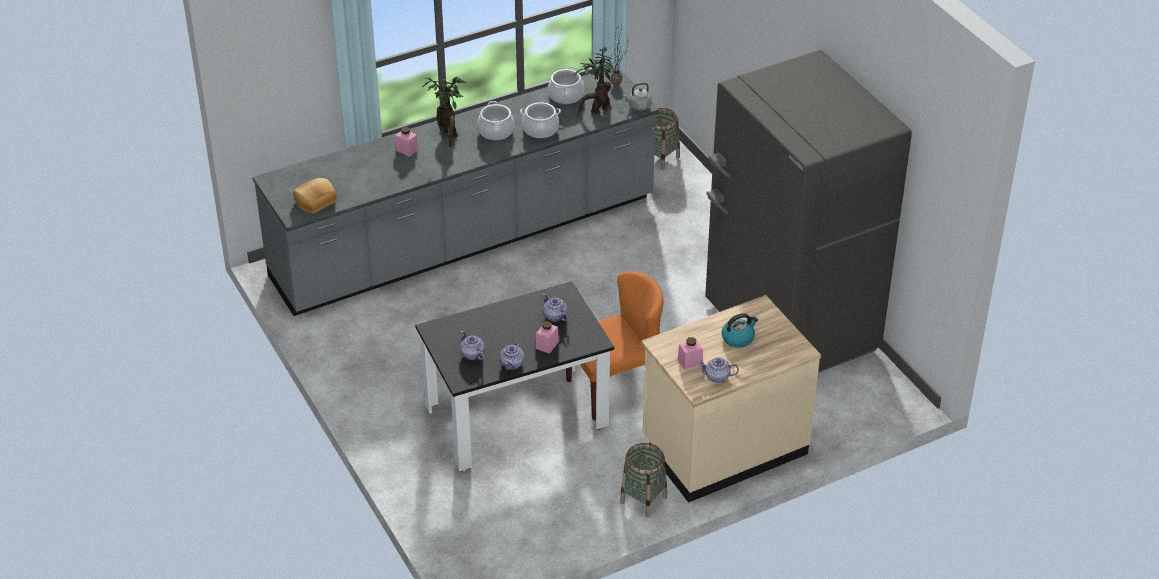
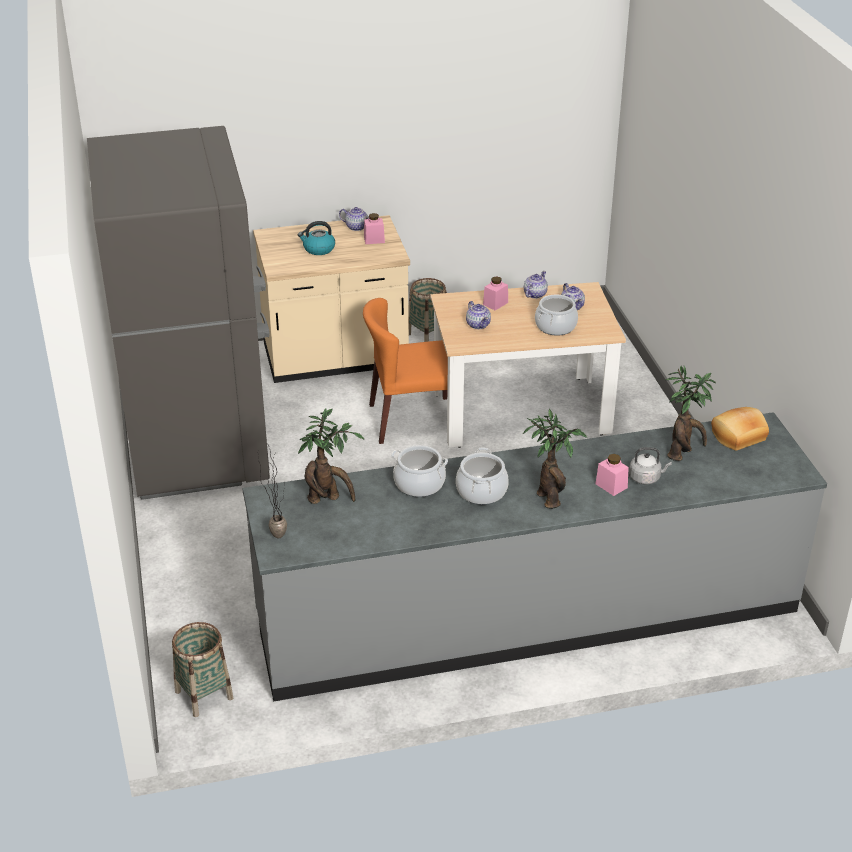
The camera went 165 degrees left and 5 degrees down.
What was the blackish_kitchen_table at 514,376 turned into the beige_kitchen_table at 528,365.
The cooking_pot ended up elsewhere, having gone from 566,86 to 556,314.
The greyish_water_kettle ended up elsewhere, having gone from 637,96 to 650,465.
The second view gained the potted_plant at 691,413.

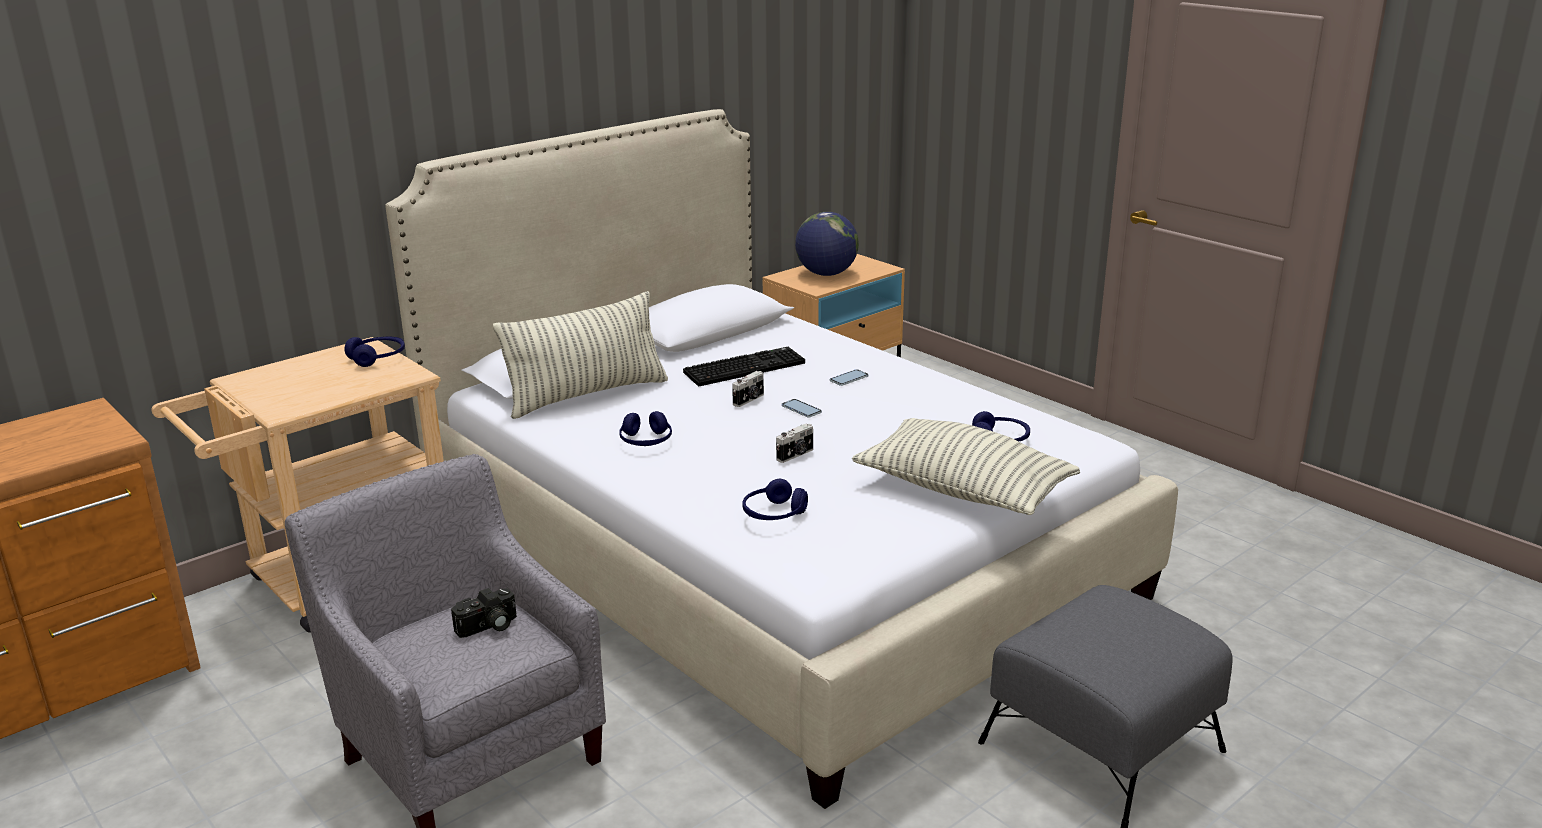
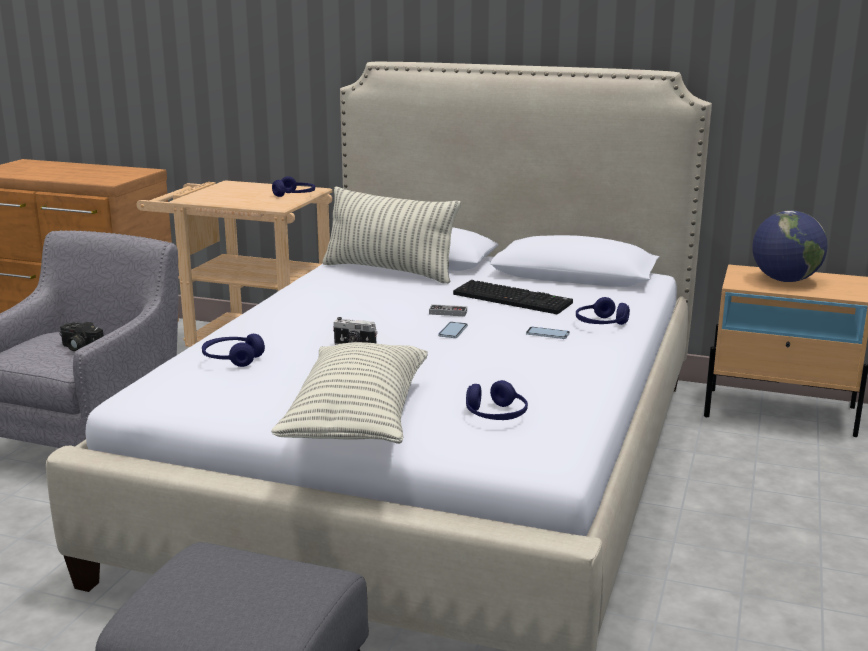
The camera went 60 degrees right and 5 degrees down.
Where the still_camera stood at 748,389, the gamepad came to stand at 448,310.
The blue_headset ended up elsewhere, having gone from 645,428 to 603,311.

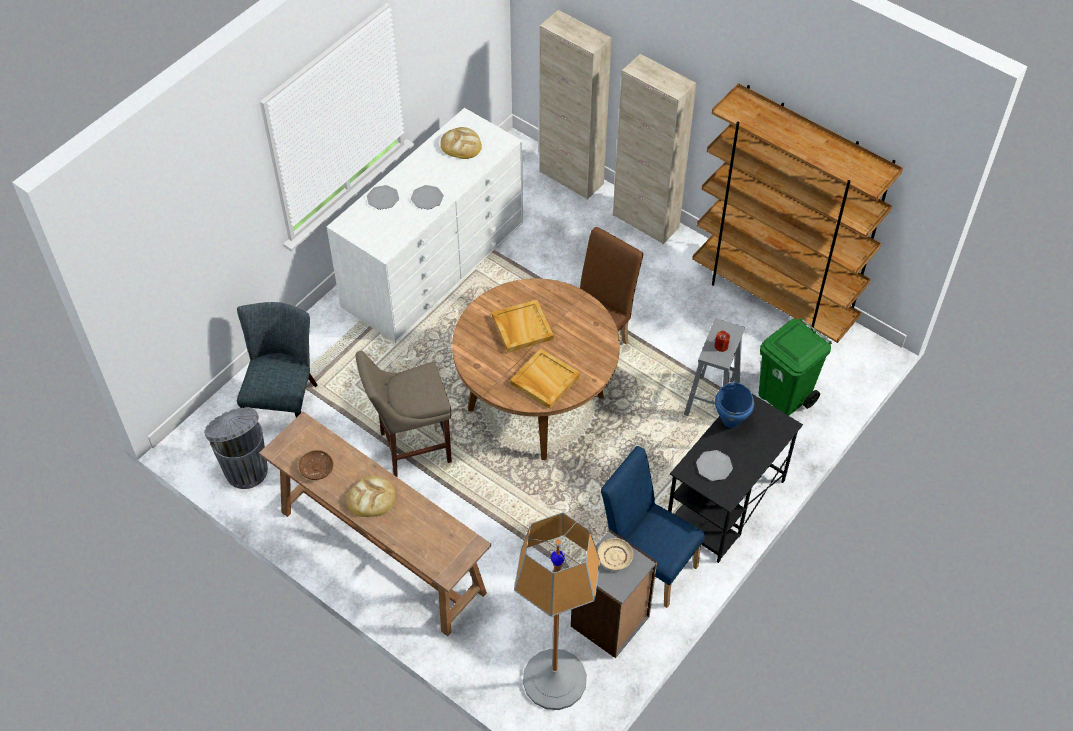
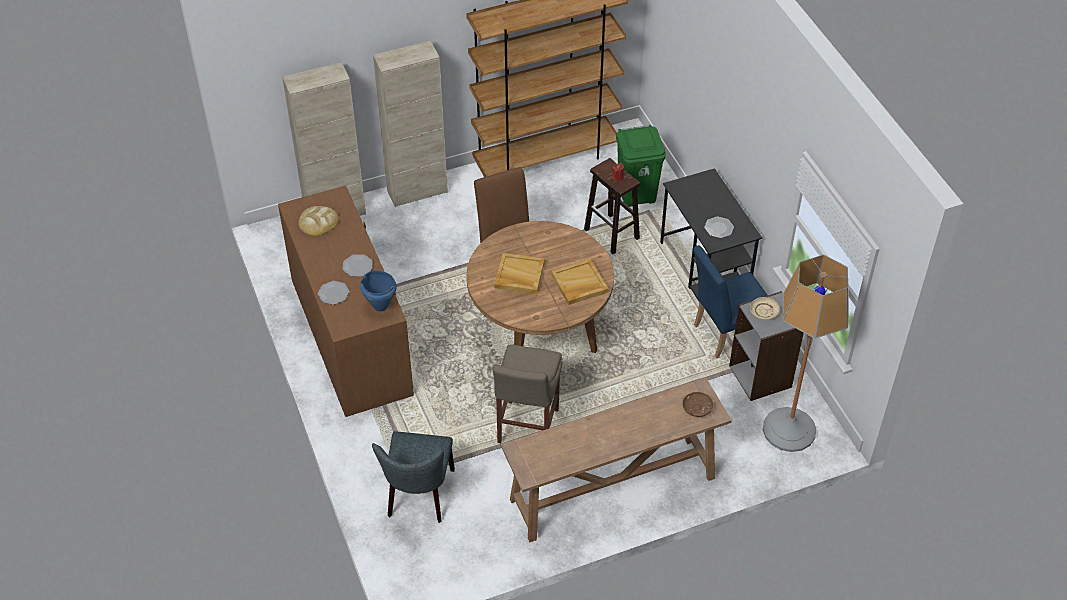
The camera went 60 degrees left and 5 degrees down.
What was the white_drawer_chest at 425,225 turned into the brownish_drawer_chest at 346,301.
The blue_cooking_pot ended up elsewhere, having gone from 734,405 to 378,291.
The greyish_chair at 277,360 ended up facing another way, 120 degrees counterclockwise from before.
What was the greyish_stool at 714,367 turned into the brownish_stool at 612,206.
The brownish_plate ended up elsewhere, having gone from 316,465 to 697,404.
The second view lost the greyish_rubbish_bin at 236,448.
The second view lost the baked_bread at 371,496.

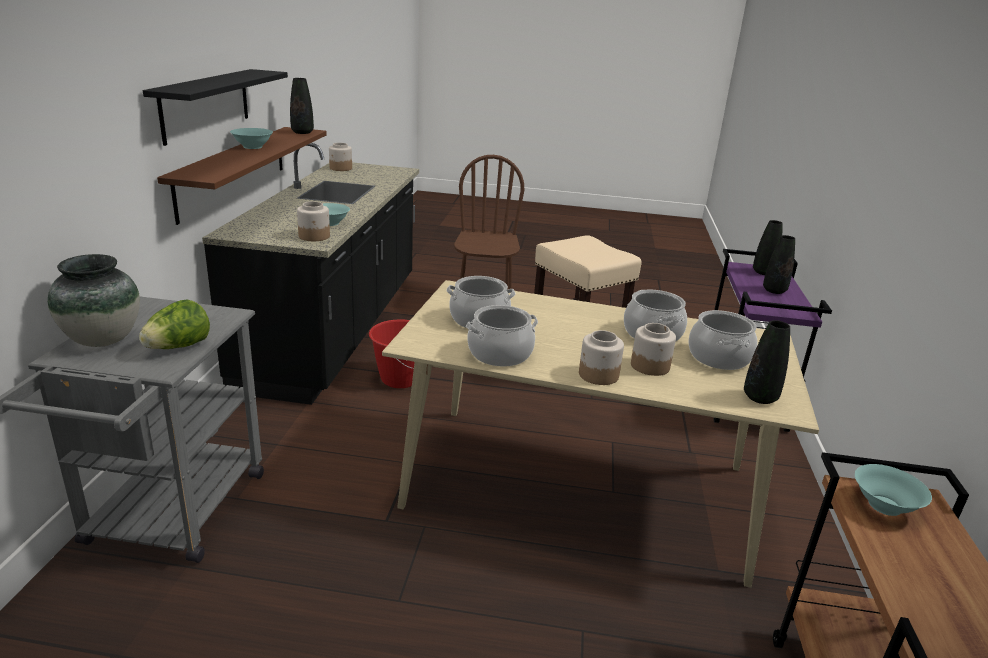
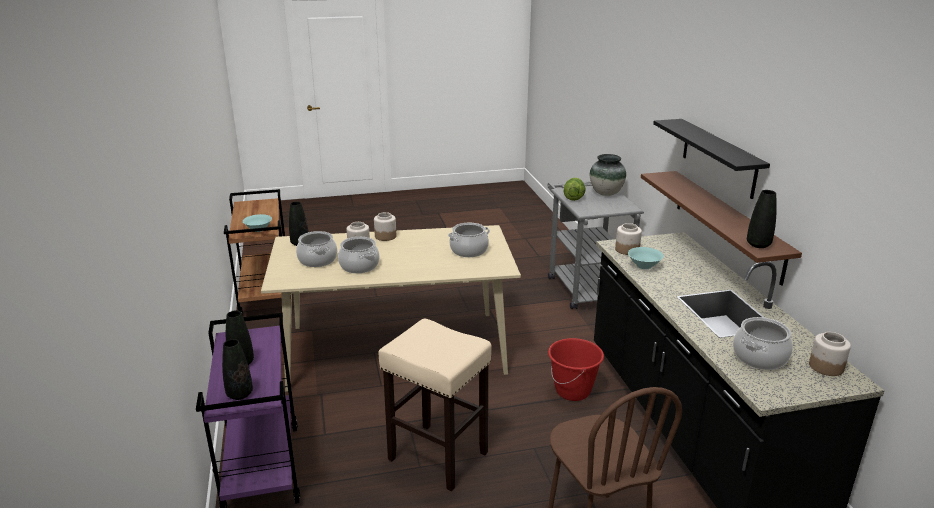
The camera went 160 degrees right and 0 degrees up.
The cooking_pot ended up elsewhere, having gone from 502,335 to 763,343.
The second view lost the turquoise_serving_bowl at 251,138.

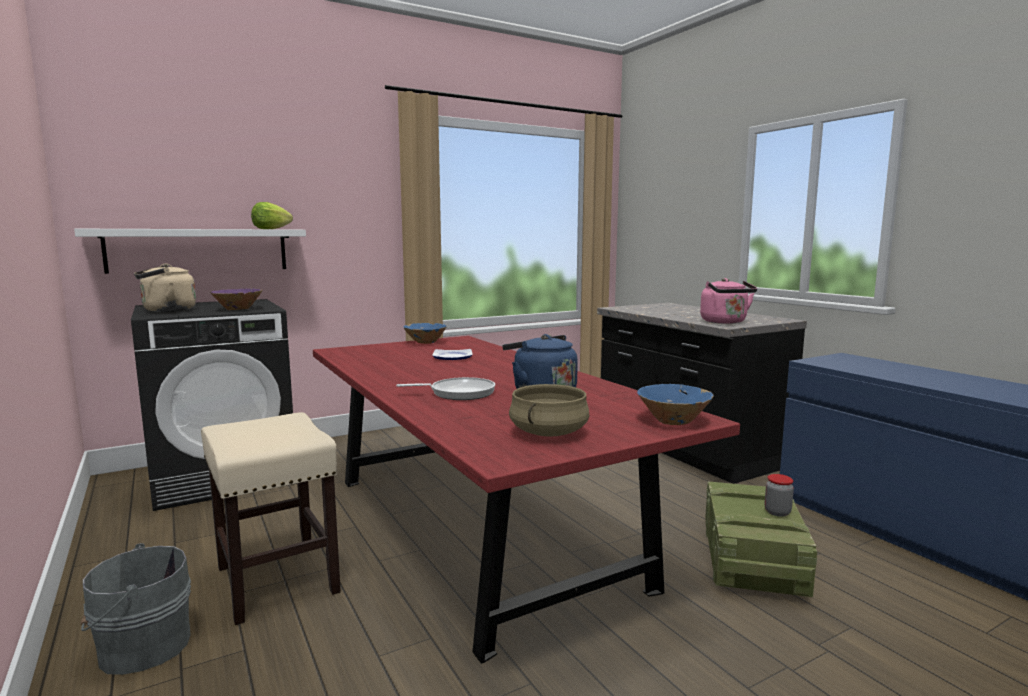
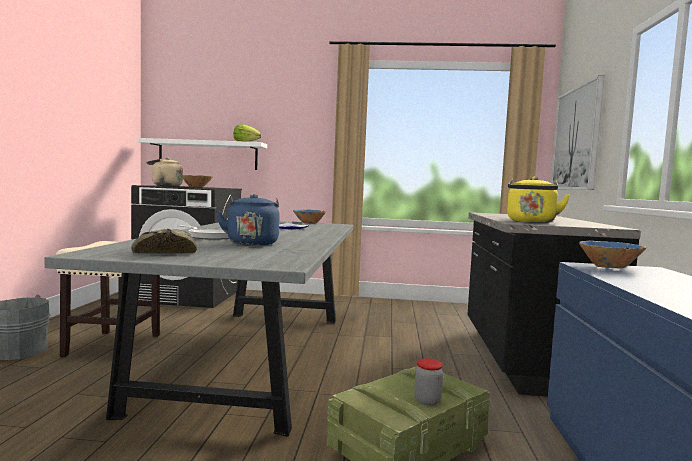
The camera went 35 degrees right and 5 degrees down.
What was the red-coloured_kitchen_table at 526,500 turned into the greyish_kitchen_table at 198,328.
Where the beige_cooking_pot stood at 549,410, the baked_bread came to stand at 164,241.
What was the pinkish_water_kettle at 728,301 turned into the yellowish_water_kettle at 538,200.
The second view gained the picture at 578,132.
The blue_serving_bowl ended up elsewhere, having gone from 675,404 to 613,255.

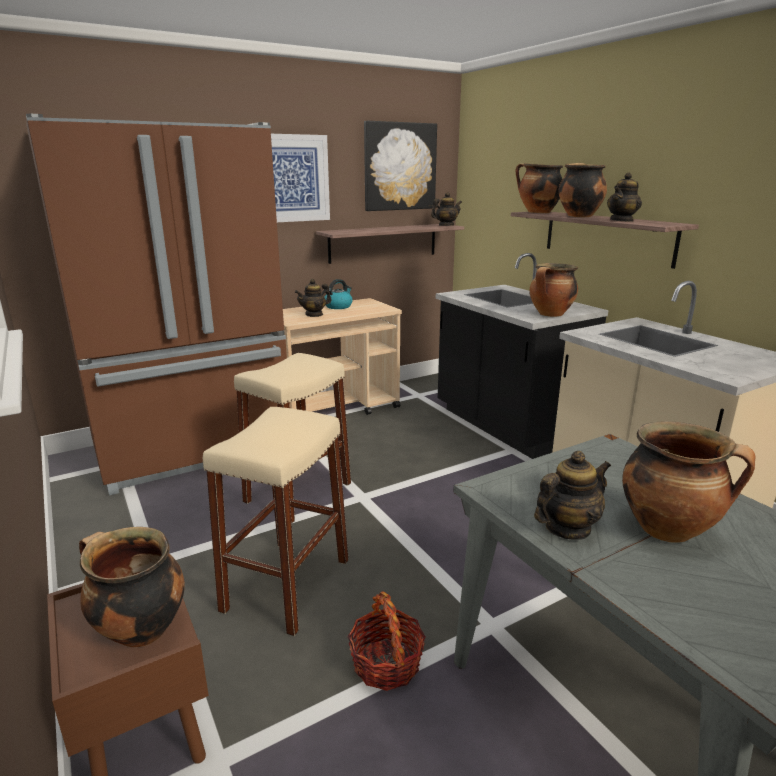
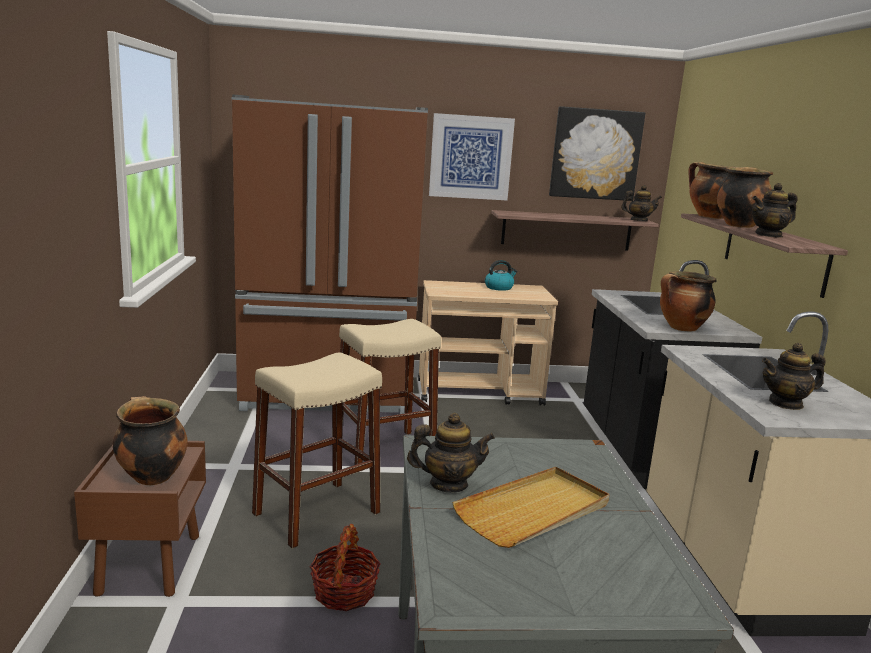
The camera went 25 degrees right and 5 degrees down.
Where the cooking_pot stood at 688,482, the beige_carrying_tray came to stand at 531,507.
The tea_pot ended up elsewhere, having gone from 313,298 to 794,376.

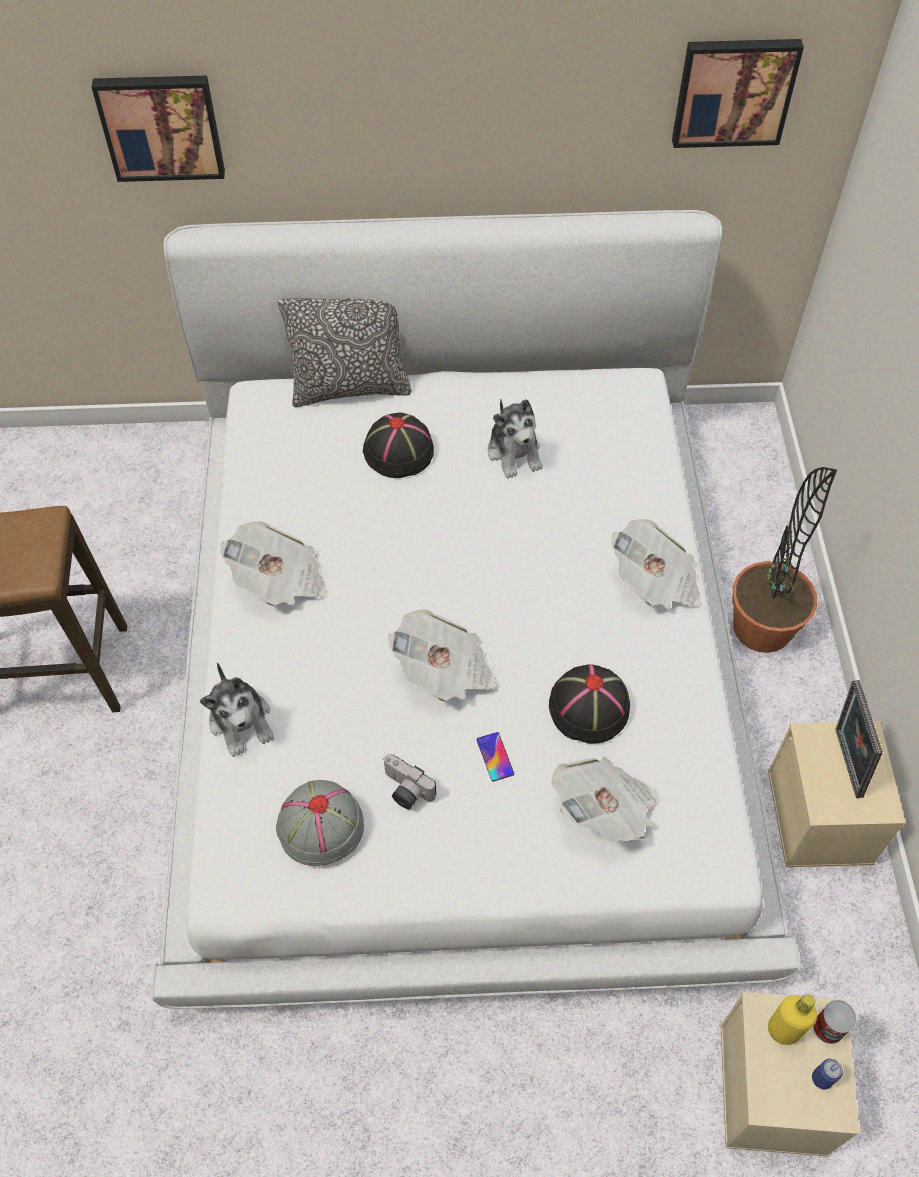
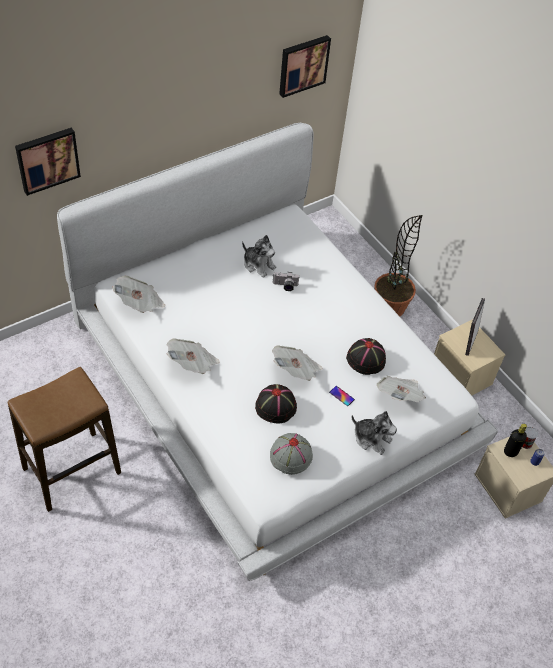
The camera went 35 degrees left and 5 degrees down.
The printed_paper ended up elsewhere, having gone from 657,564 to 138,294.
The blackish_clothing_hat ended up elsewhere, having gone from 398,445 to 276,404.
The still_camera ended up elsewhere, having gone from 409,781 to 286,281.
The soft_toy ended up elsewhere, having gone from 237,709 to 374,433.
The standing_frame at 859,739 ended up facing another way, 60 degrees clockwise from before.
What was the yellowish_bottle at 792,1019 turned into the blackish_bottle at 515,440.
The second view lost the pillow at 345,352.

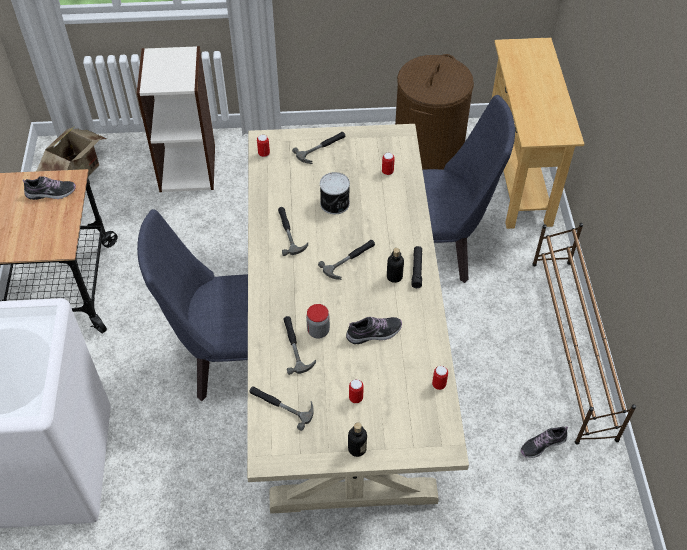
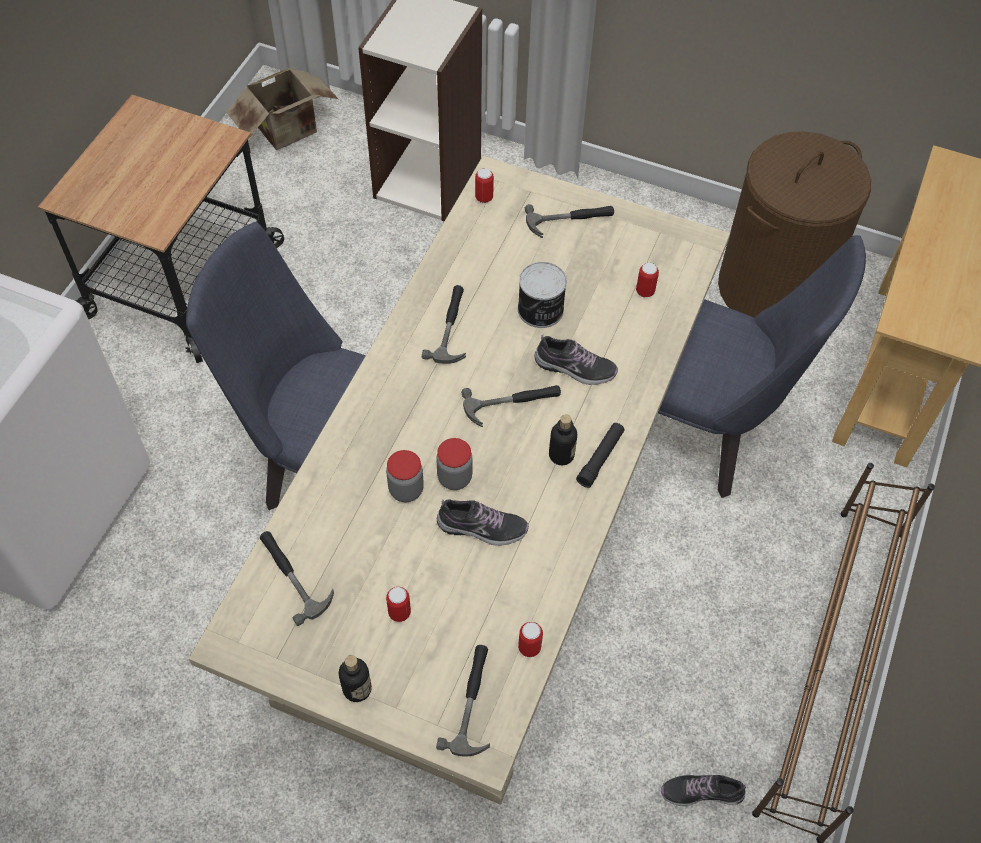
The camera went 25 degrees right and 5 degrees up.
The second view gained the jar at 454,464.
The hand_hammer ended up elsewhere, having gone from 299,345 to 463,700.
The item_of_footwear ended up elsewhere, having gone from 49,188 to 576,359.

